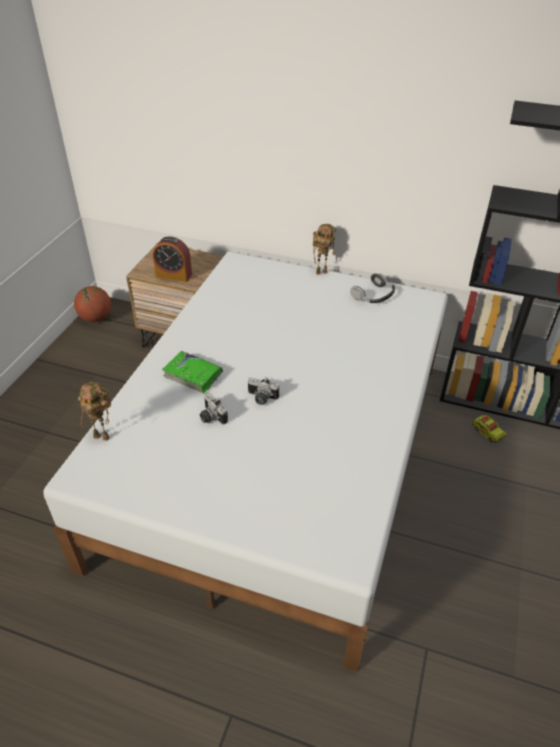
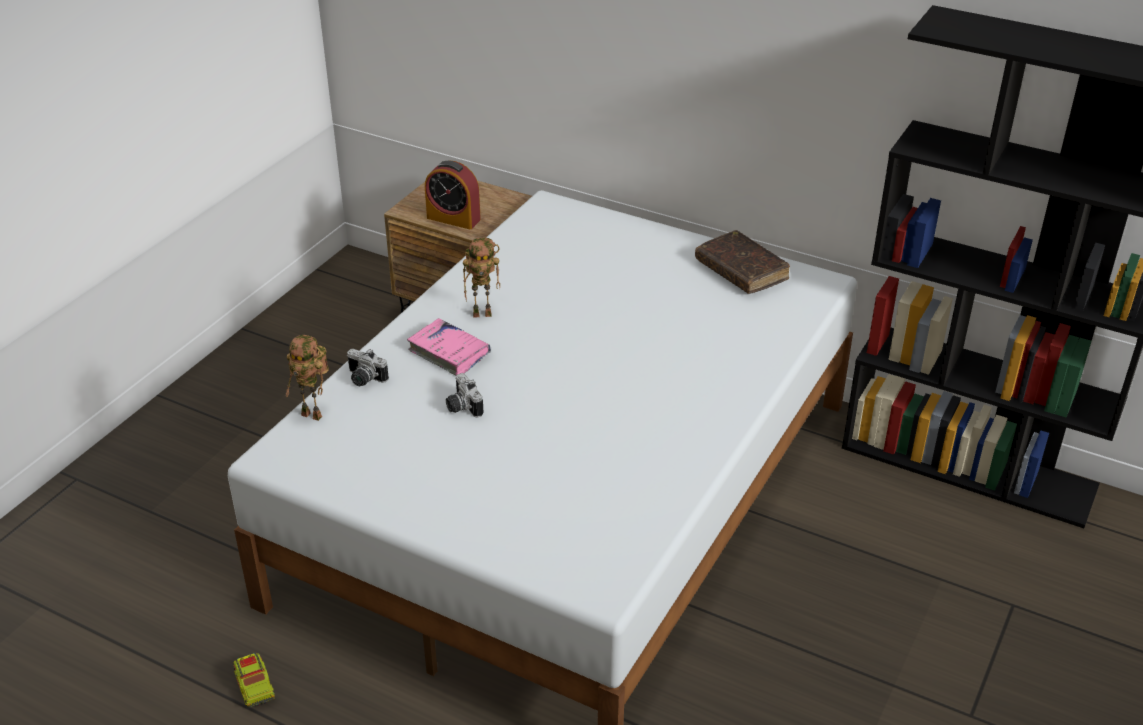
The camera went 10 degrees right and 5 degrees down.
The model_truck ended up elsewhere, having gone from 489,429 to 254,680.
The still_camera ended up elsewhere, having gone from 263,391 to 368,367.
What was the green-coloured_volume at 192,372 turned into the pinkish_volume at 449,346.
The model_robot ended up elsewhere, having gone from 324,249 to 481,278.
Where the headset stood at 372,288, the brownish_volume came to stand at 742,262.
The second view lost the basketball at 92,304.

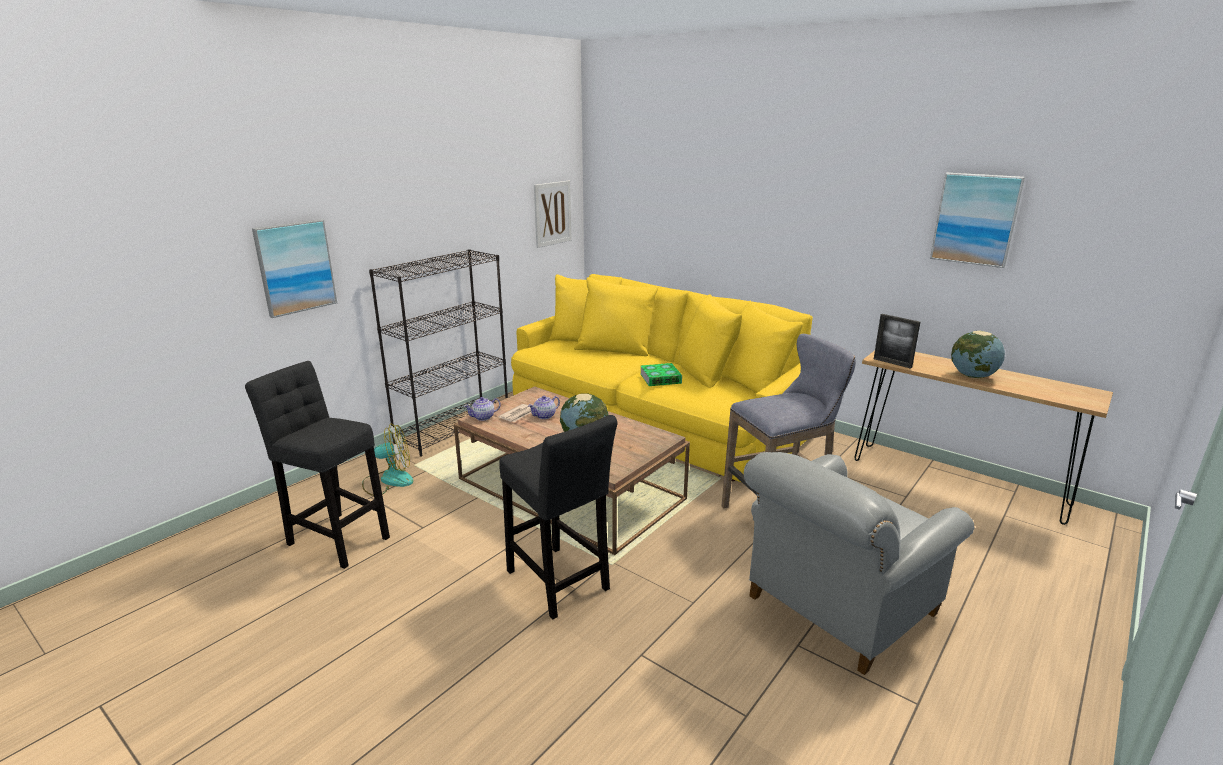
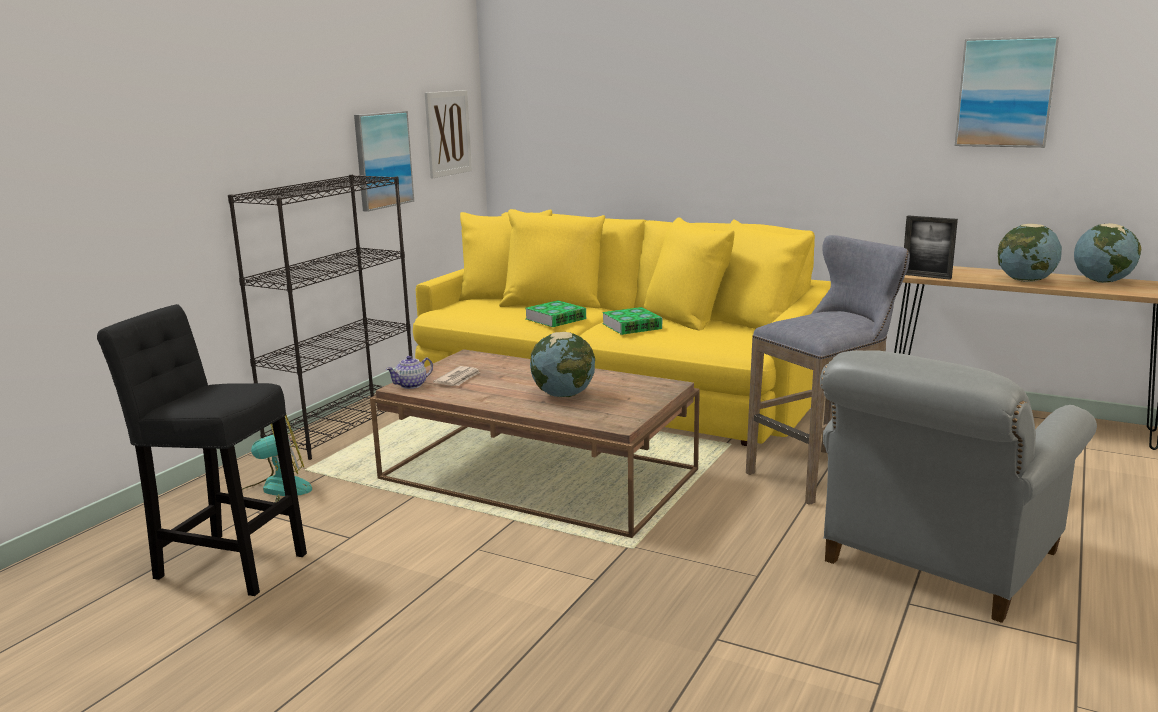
The camera went 10 degrees left and 5 degrees down.
The picture ended up elsewhere, having gone from 294,268 to 384,161.
The second view gained the volume at 555,313.
The second view gained the globe at 1107,253.
The second view lost the blackish_stool at 558,517.
The second view lost the tea_pot at 544,407.

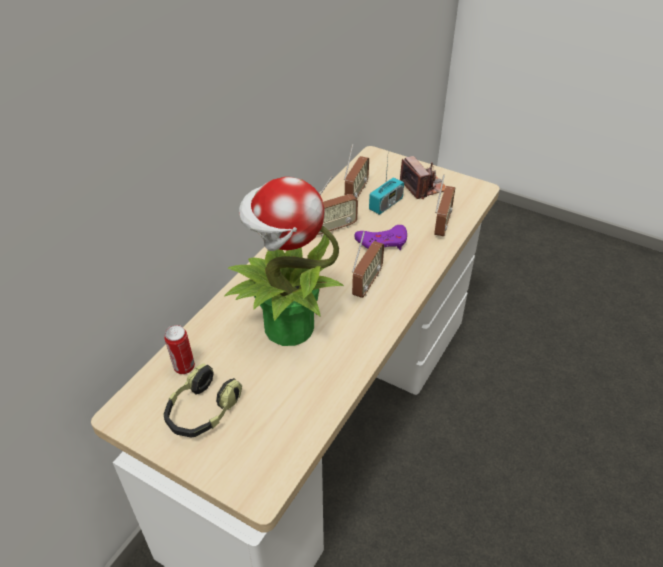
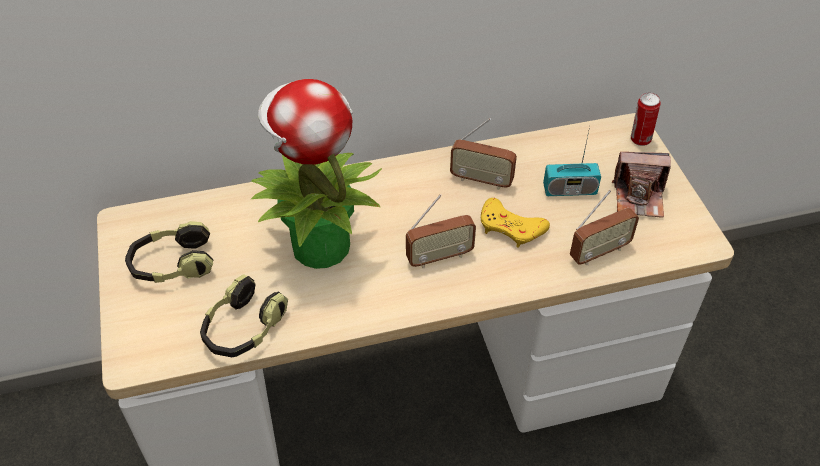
The camera went 45 degrees right and 5 degrees up.
The second view gained the headset at 244,316.
What was the purple-coloured_gamepad at 380,237 turned into the yellowish_gamepad at 515,223.
The still_camera at 423,177 ended up facing another way, 75 degrees clockwise from before.
The sealed_can ended up elsewhere, having gone from 179,349 to 645,119.
The second view lost the radio_set at 356,171.

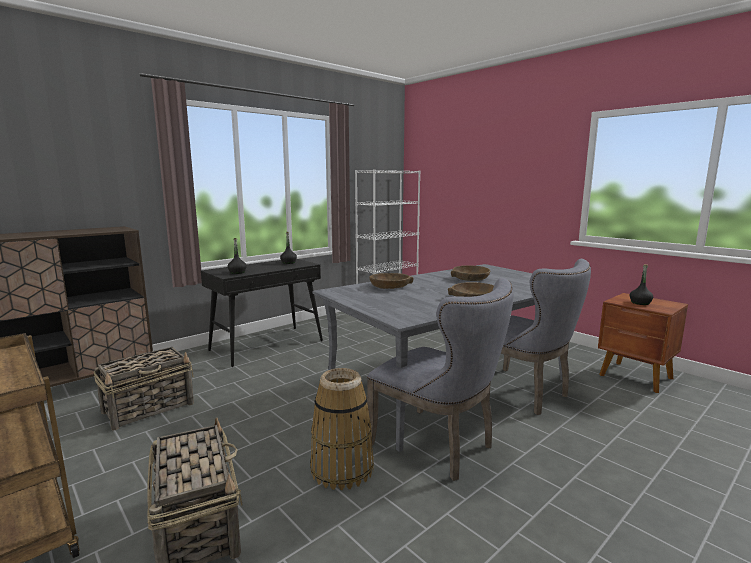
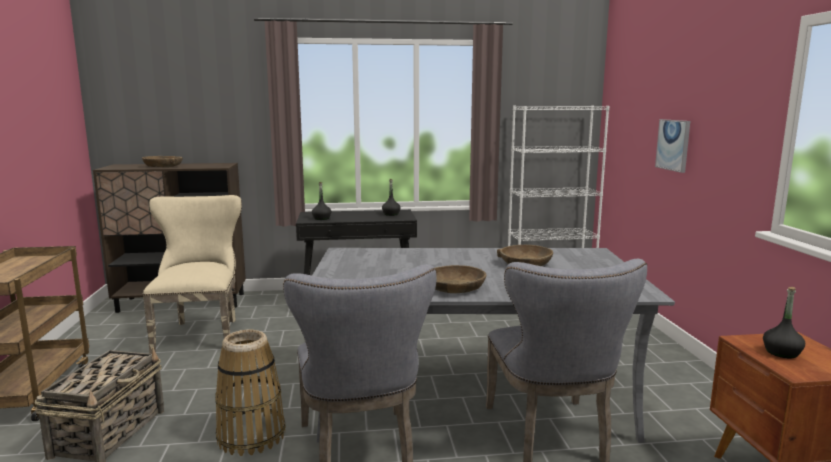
The camera went 35 degrees right and 0 degrees up.
The brownish_serving_bowl ended up elsewhere, having gone from 391,281 to 162,161.
Where the storage_basket stood at 143,389, the beige_chair came to stand at 192,274.
The second view gained the picture at 672,146.

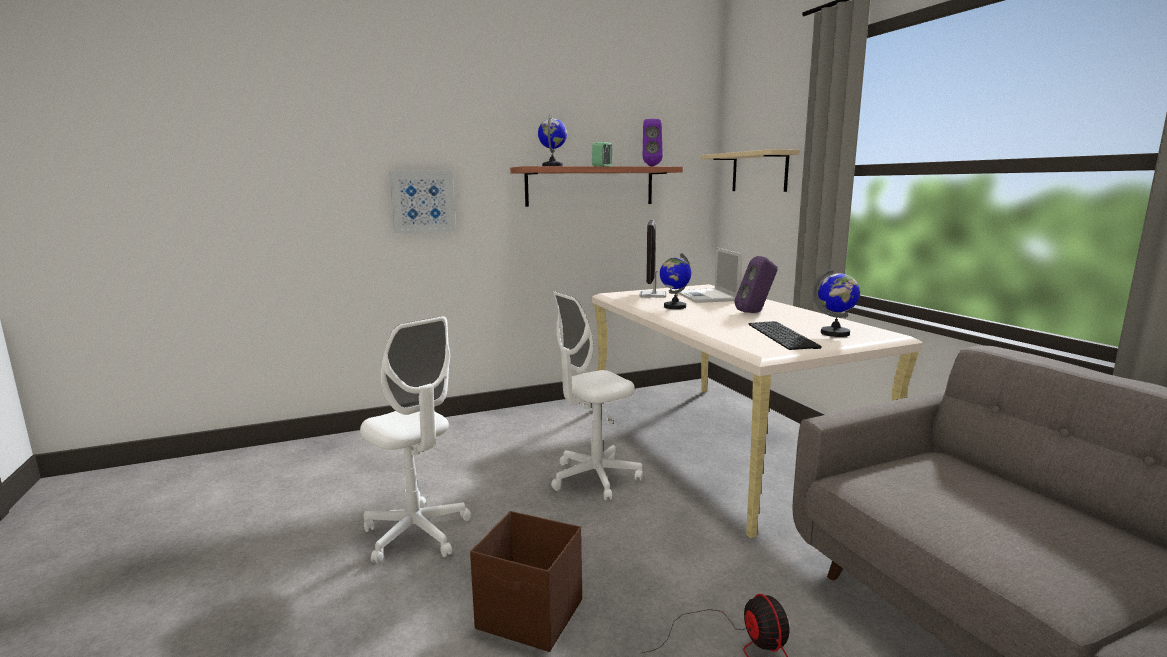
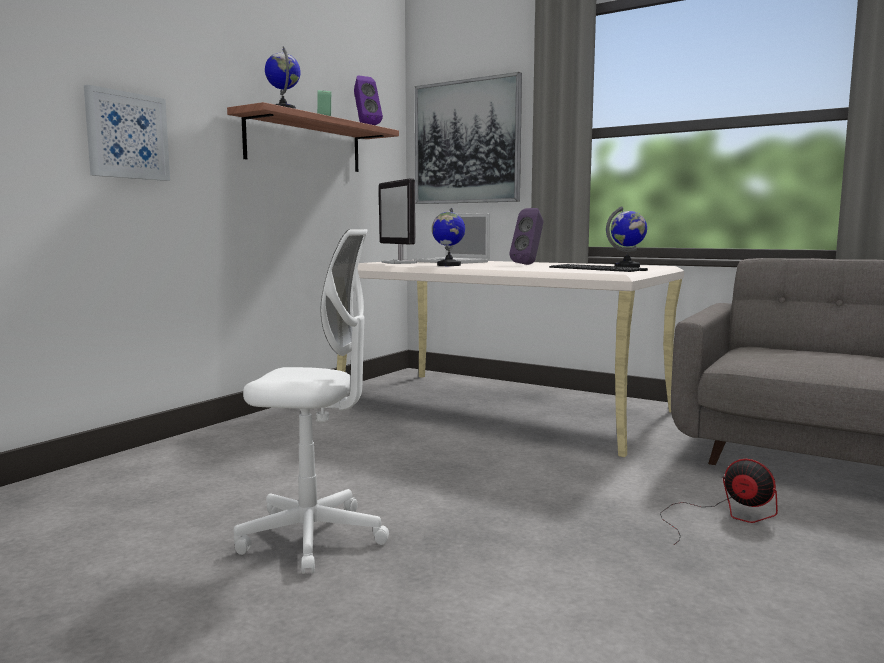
The camera went 35 degrees left and 5 degrees down.
Where the beige_bracket_shelf hung at 750,170, the picture came to hang at 468,138.
The second view lost the brownish_storage_box at 526,581.
The second view lost the white_desk_chair at 597,395.

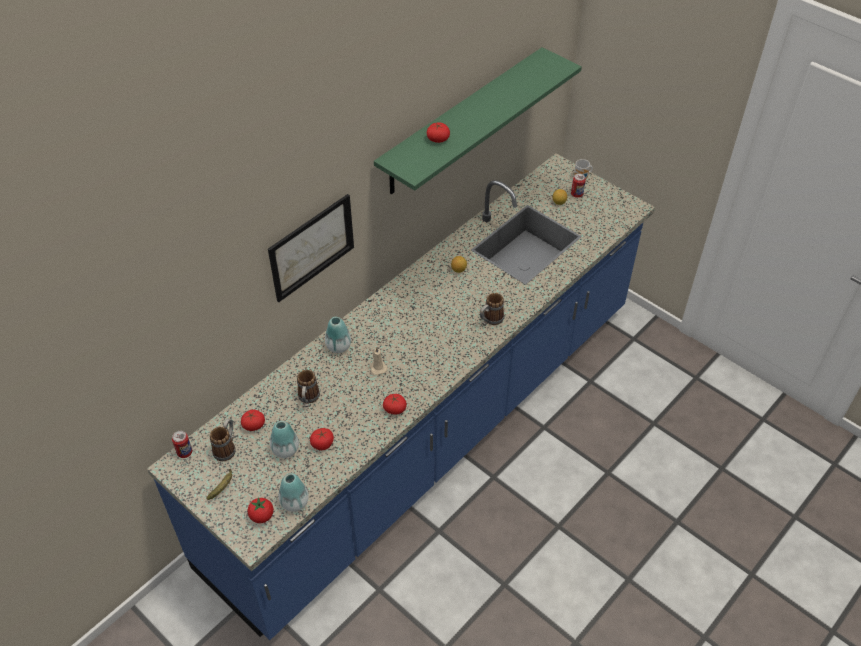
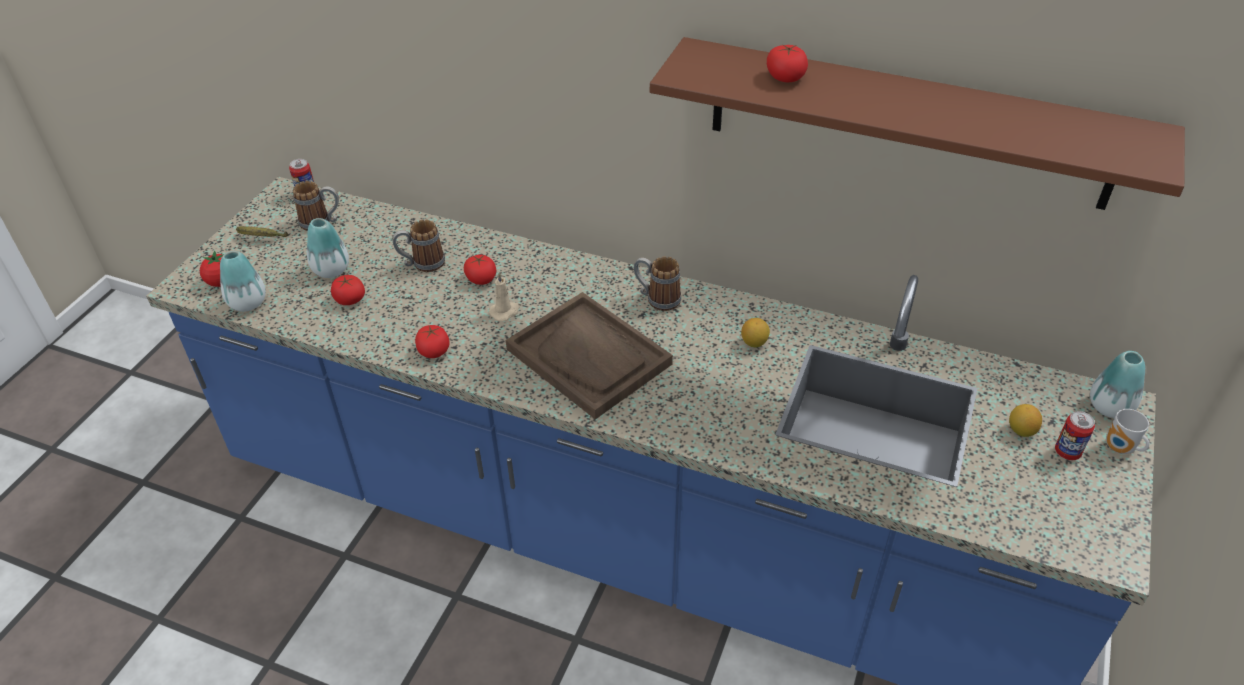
The camera went 70 degrees right and 5 degrees down.
The whole_tomato ended up elsewhere, having gone from 253,420 to 480,270.
The second view gained the brownish_carrying_tray at 589,356.
The coffee_mug ended up elsewhere, having gone from 492,309 to 657,283.
What was the green-coloured_bracket_shelf at 478,120 turned into the brownish_bracket_shelf at 917,123.
The decorative_vase ended up elsewhere, having gone from 338,335 to 1117,384.
The second view lost the picture at 311,248.

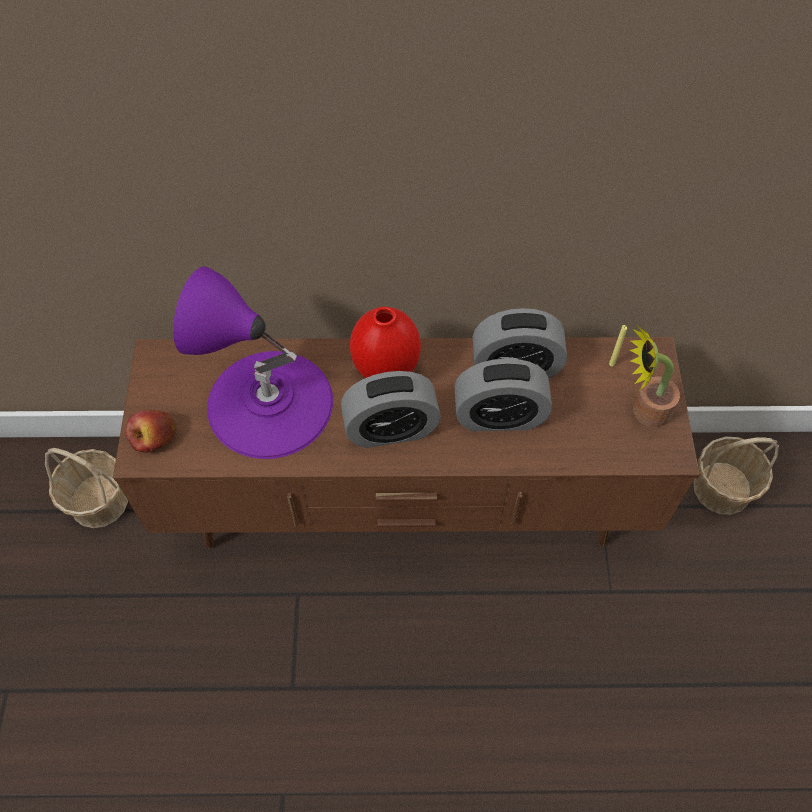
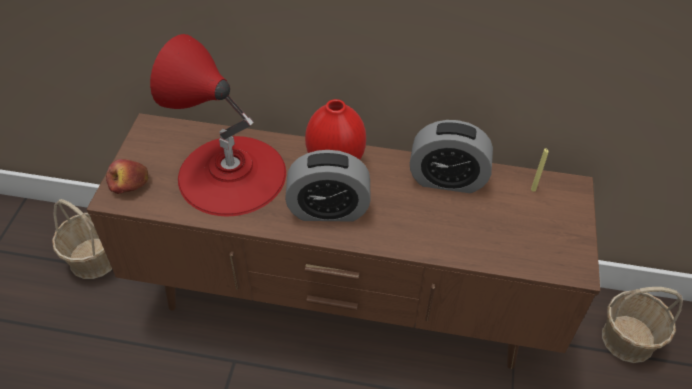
The camera went 10 degrees right and 10 degrees down.
What was the purple-coloured_tabletop_lamp at 253,363 turned into the red-coloured_tabletop_lamp at 218,125.
The second view lost the table_clock at 503,394.
The second view lost the potted_plant at 655,377.

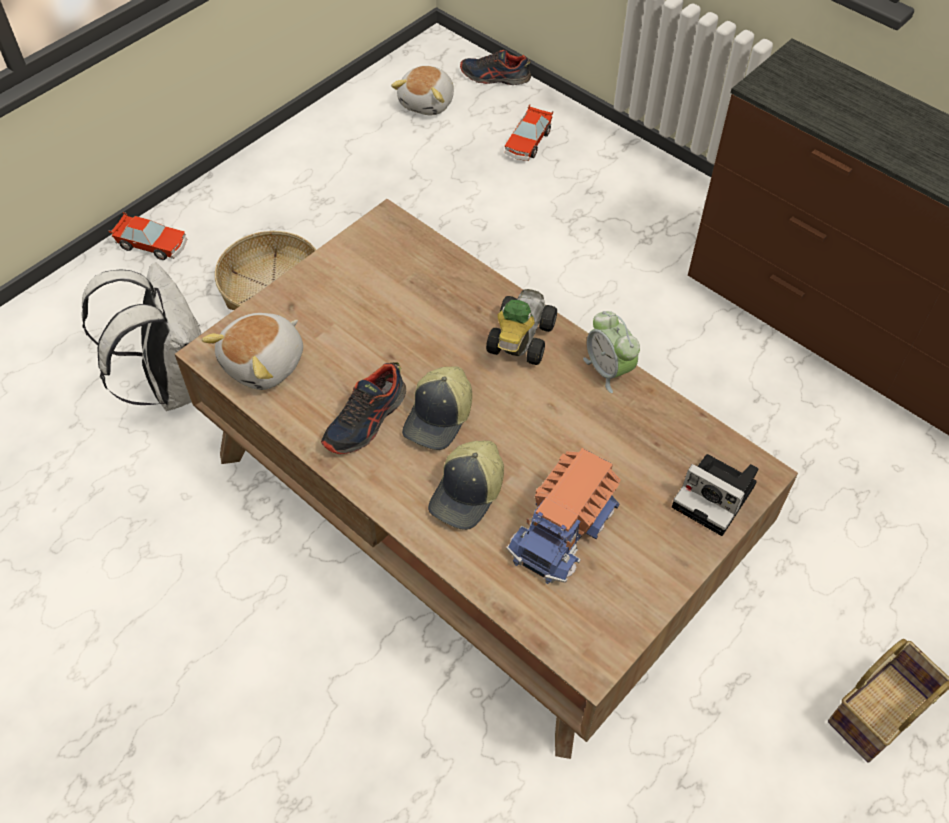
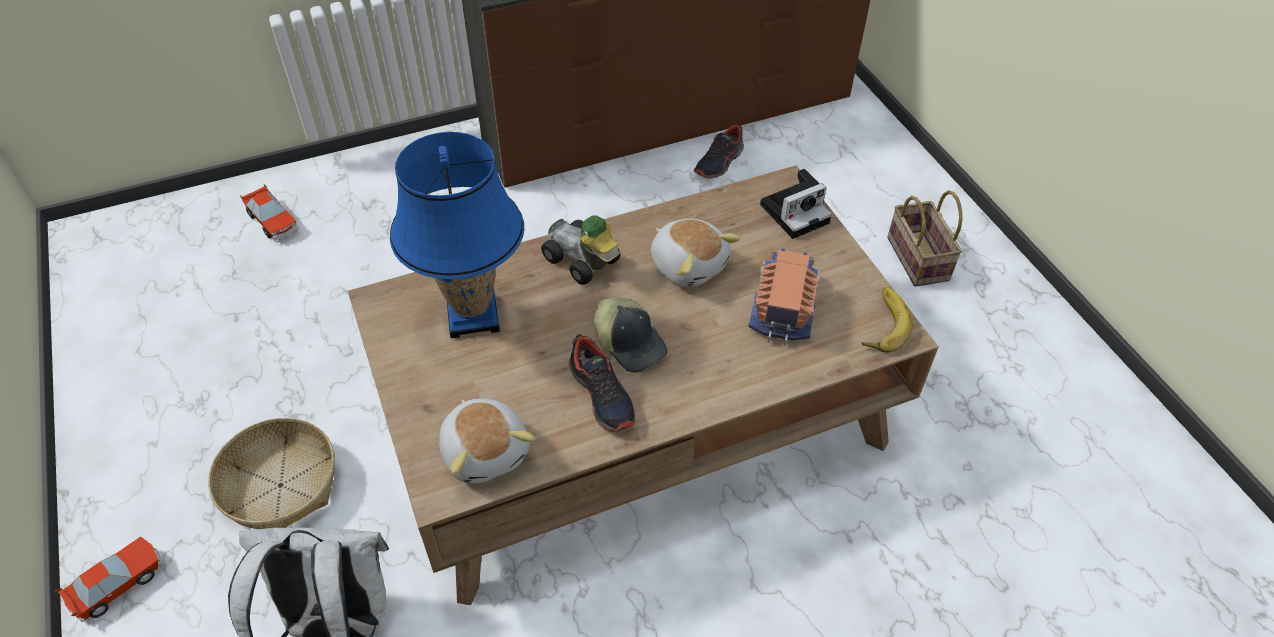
The camera went 65 degrees left and 5 degrees down.
The second view gained the blue_tabletop_lamp at 457,235.
The soft_toy ended up elsewhere, having gone from 422,91 to 695,252.
The item_of_footwear ended up elsewhere, having gone from 495,67 to 719,151.
The model_truck at 563,516 ended up facing another way, 135 degrees counterclockwise from before.
The second view gained the banana_fruit at 887,320.
The second view lost the peaked_cap at 466,485.
The second view lost the table_clock at 611,352.

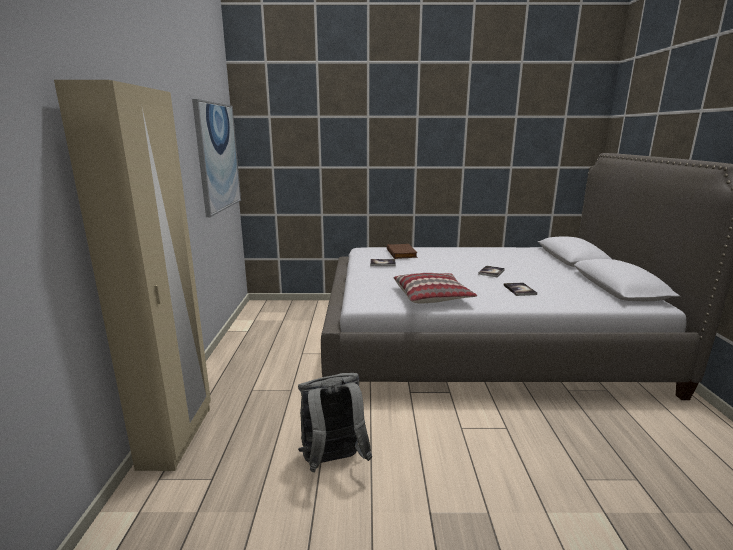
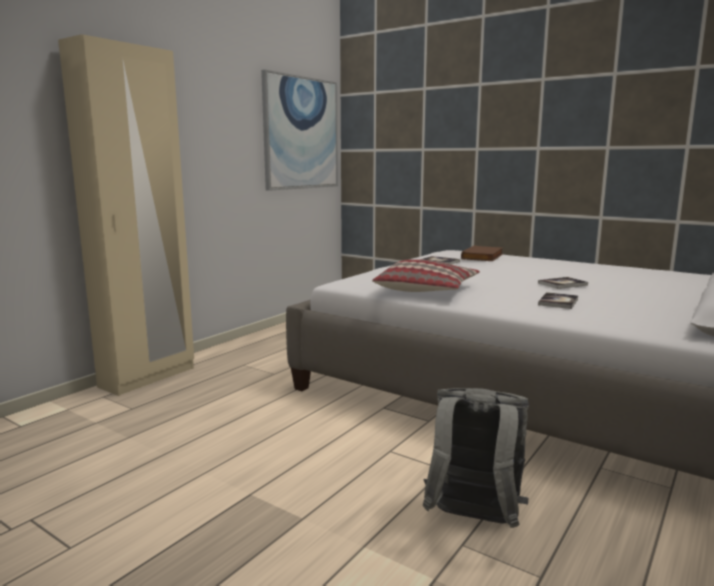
The camera went 35 degrees right and 5 degrees down.
The greyish_rucksack ended up elsewhere, having gone from 335,423 to 475,458.

